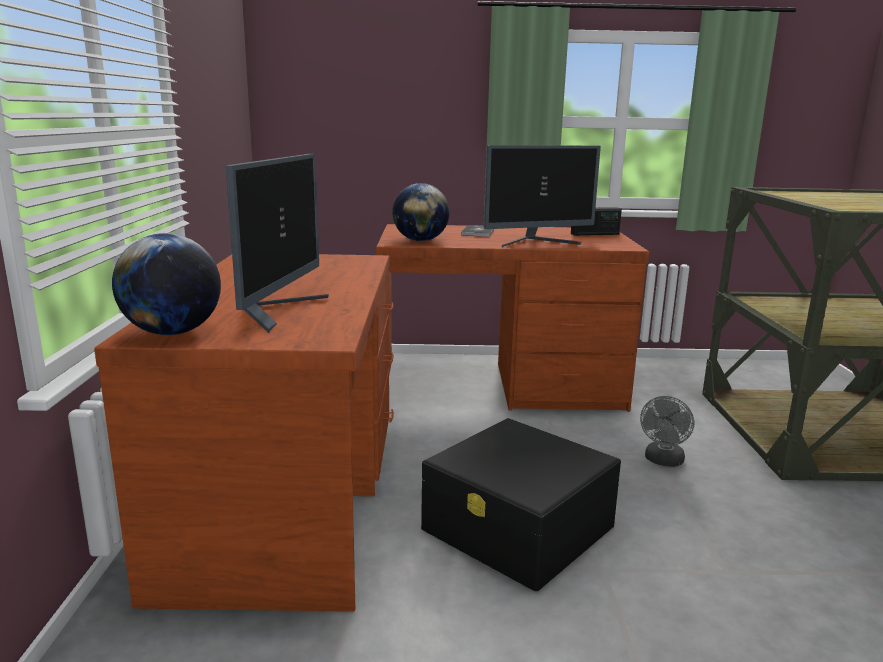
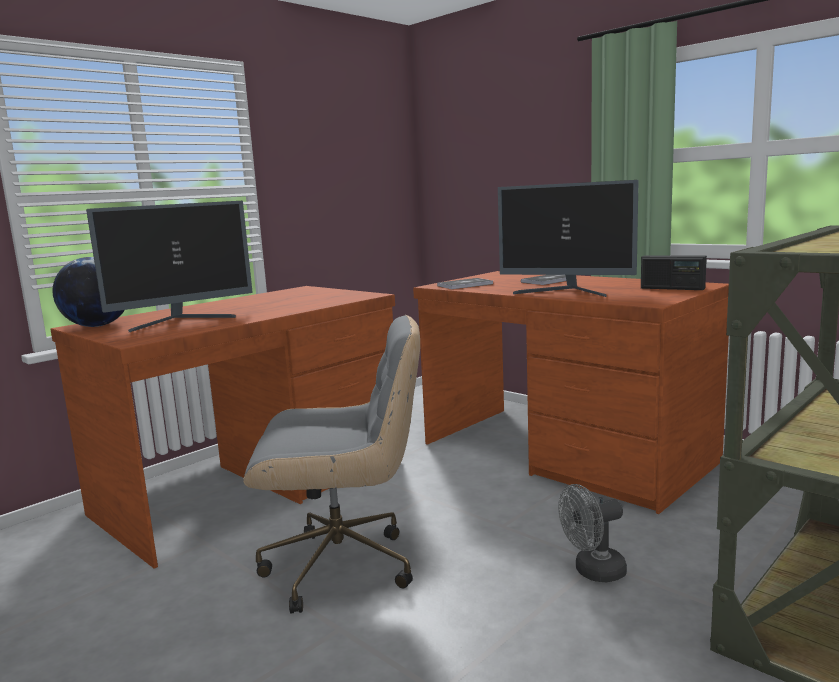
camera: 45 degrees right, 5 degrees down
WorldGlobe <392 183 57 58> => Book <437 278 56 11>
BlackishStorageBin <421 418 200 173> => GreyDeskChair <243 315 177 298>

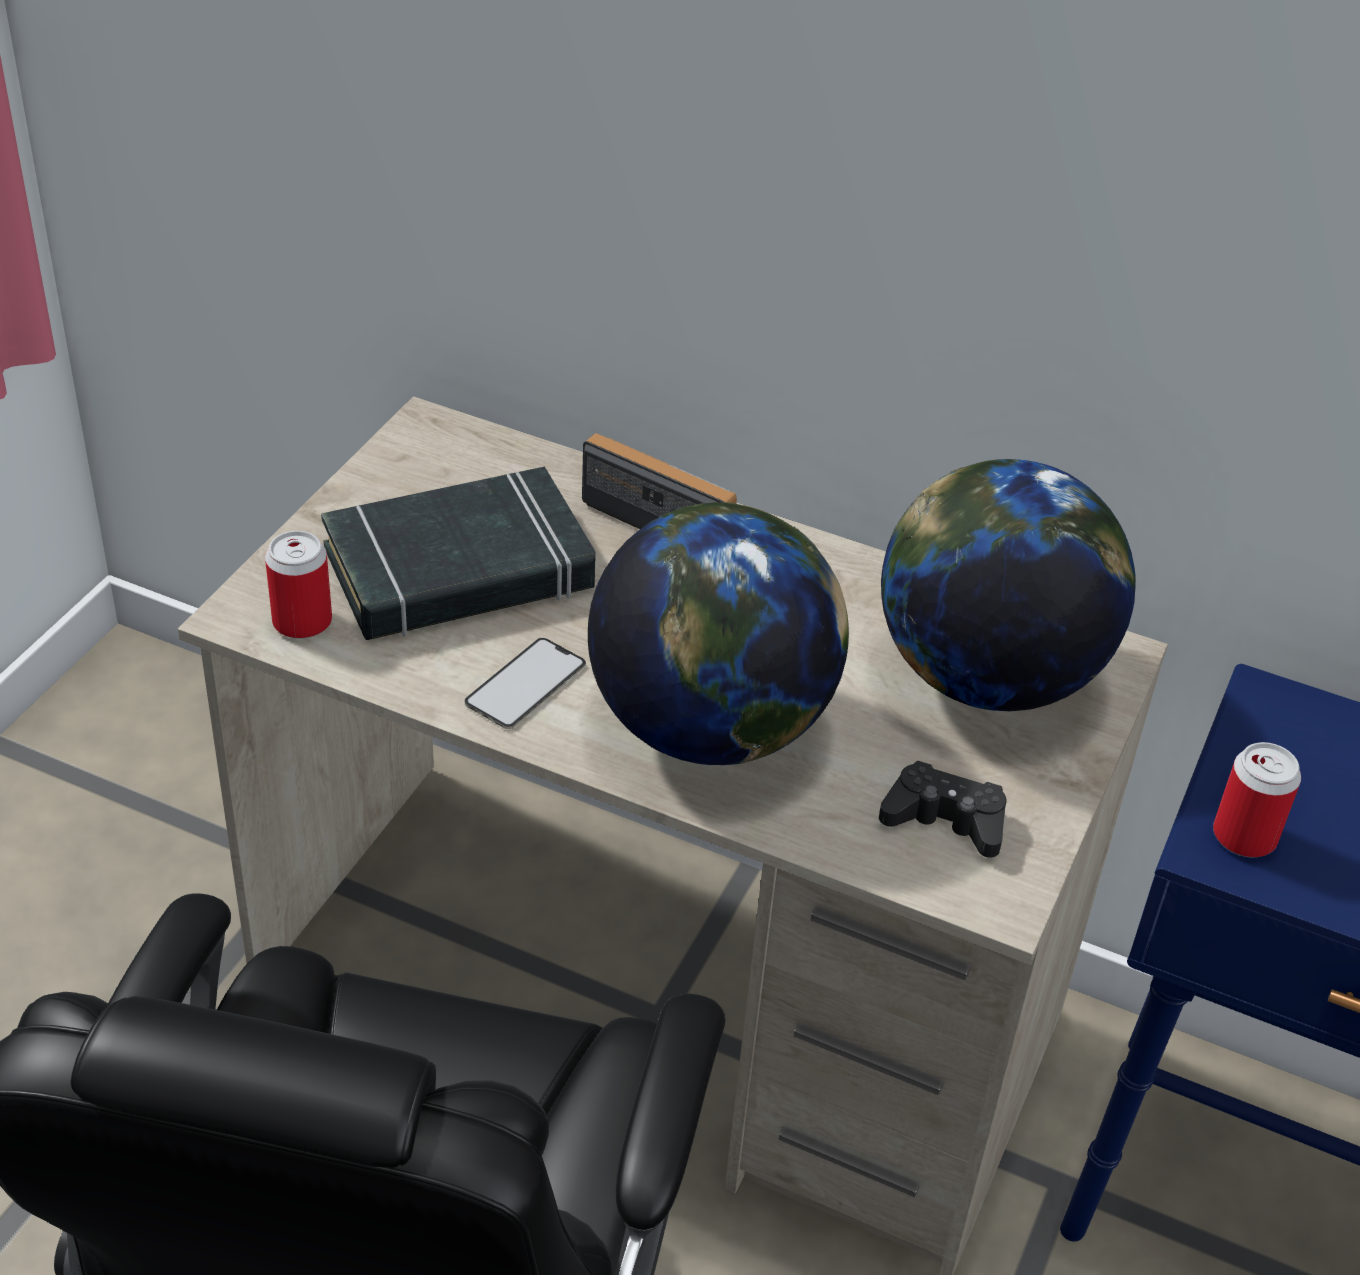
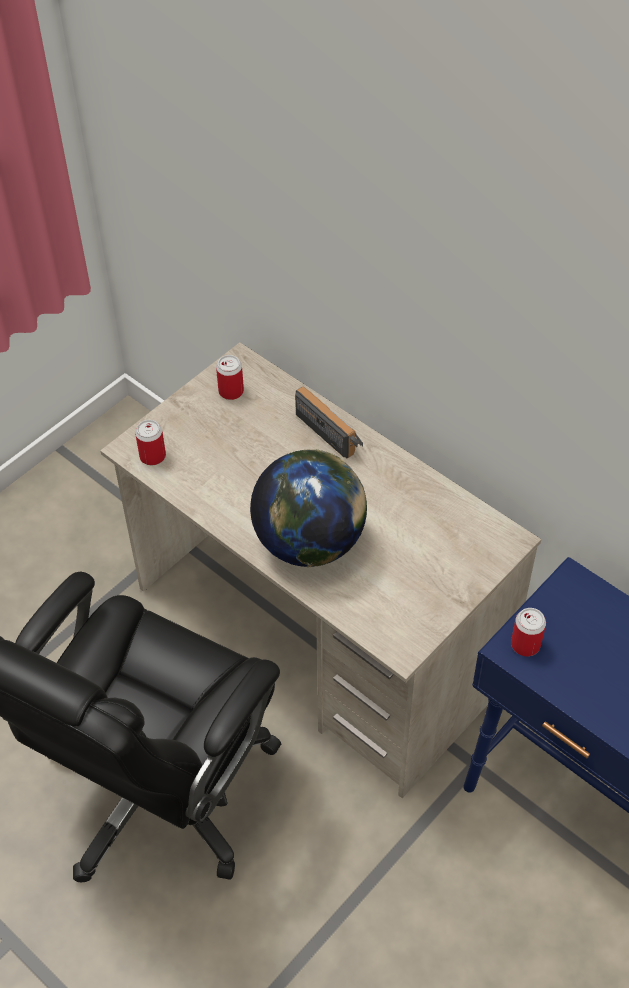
camera: 20 degrees right, 10 degrees up
WorldGlobe <881 459 255 252> => nothing
BlackishBook <321 466 275 174> => nothing
Handset <464 638 122 91> => nothing
BlackishJoypad <879 761 128 97> => nothing
nothing => Can <216 355 28 45>

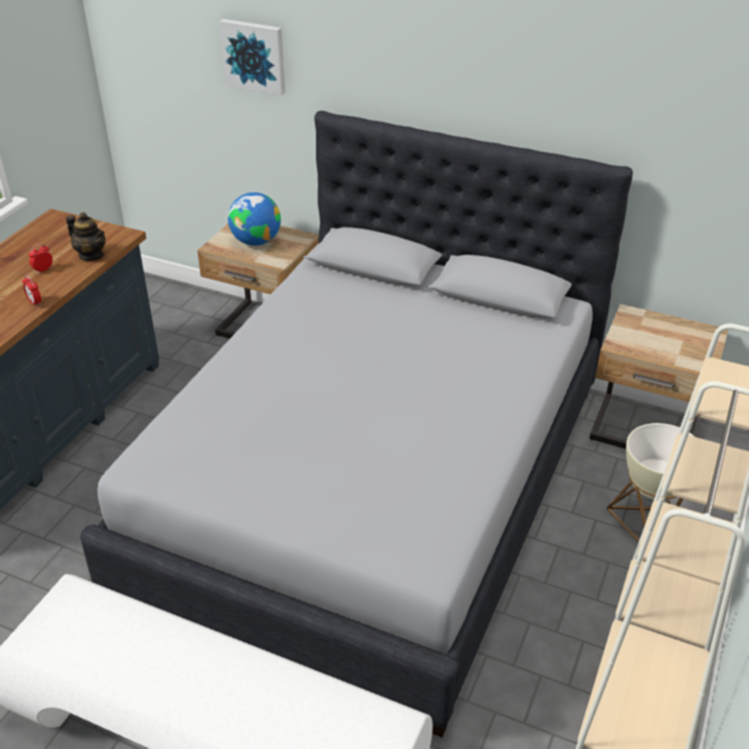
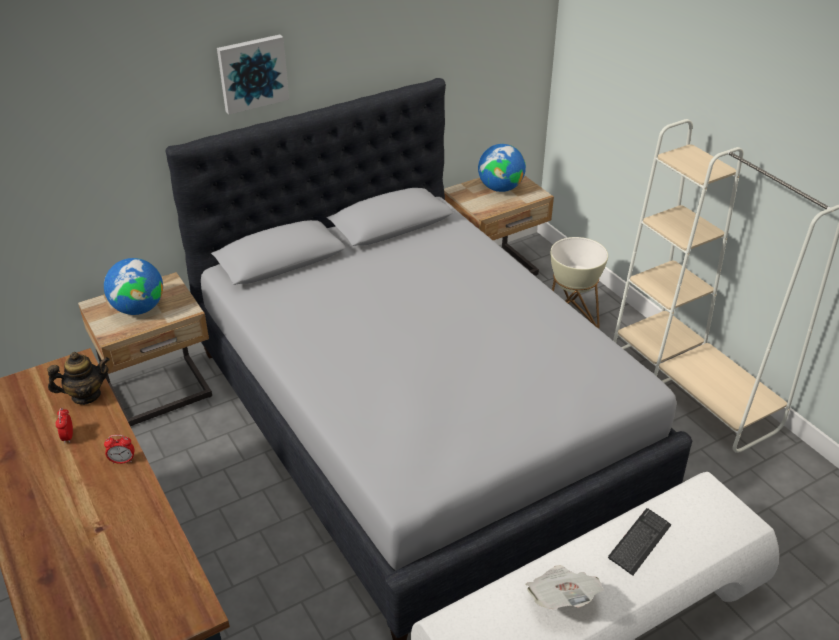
camera: 55 degrees left, 0 degrees up
Picture <219 19 66 77> => Picture <217 34 72 81>, moved
nothing => WorldGlobe <478 144 48 48>
nothing => PcKeyboard <608 508 63 68>
nothing => PrintedPaper <525 565 79 44>

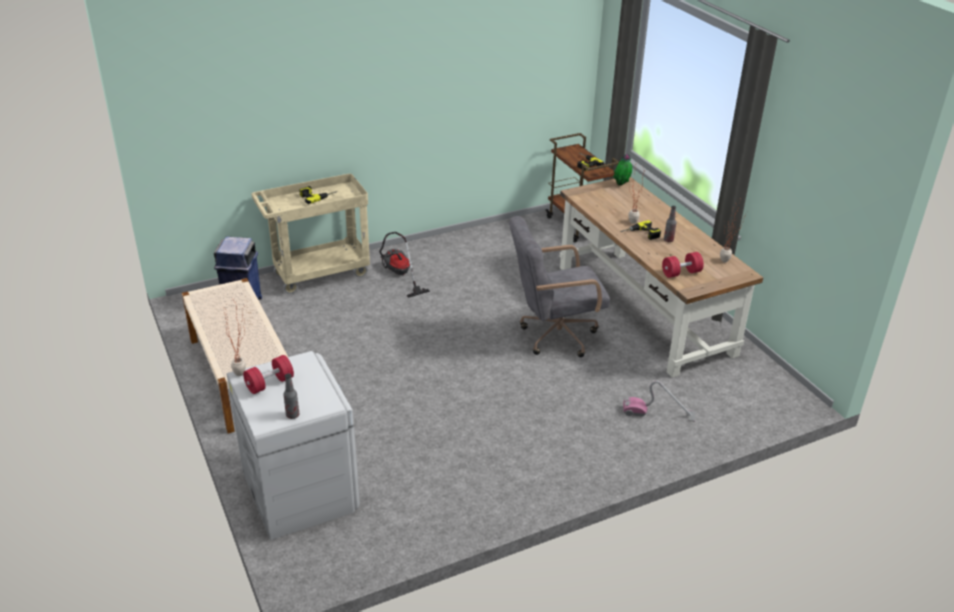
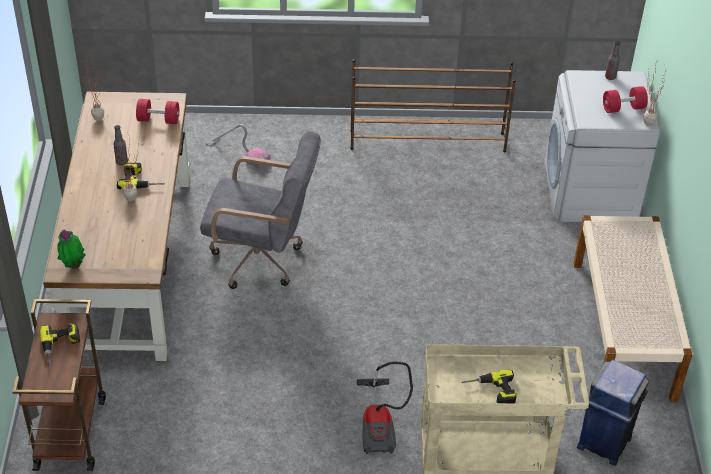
camera: 155 degrees left, 10 degrees up
nothing => BrownishShoeRack <350 59 166 93>

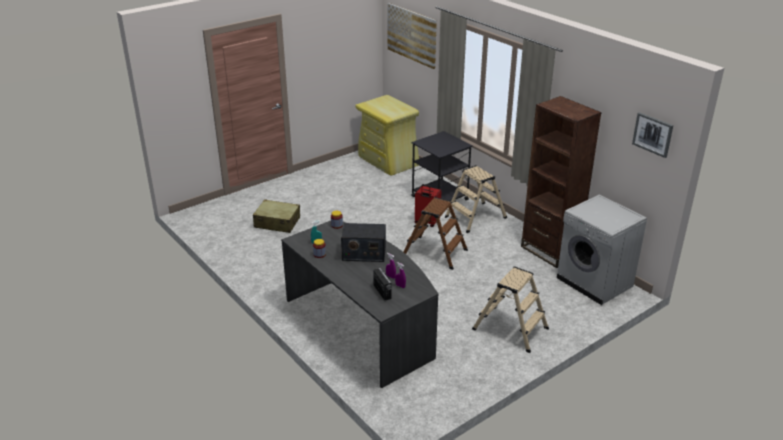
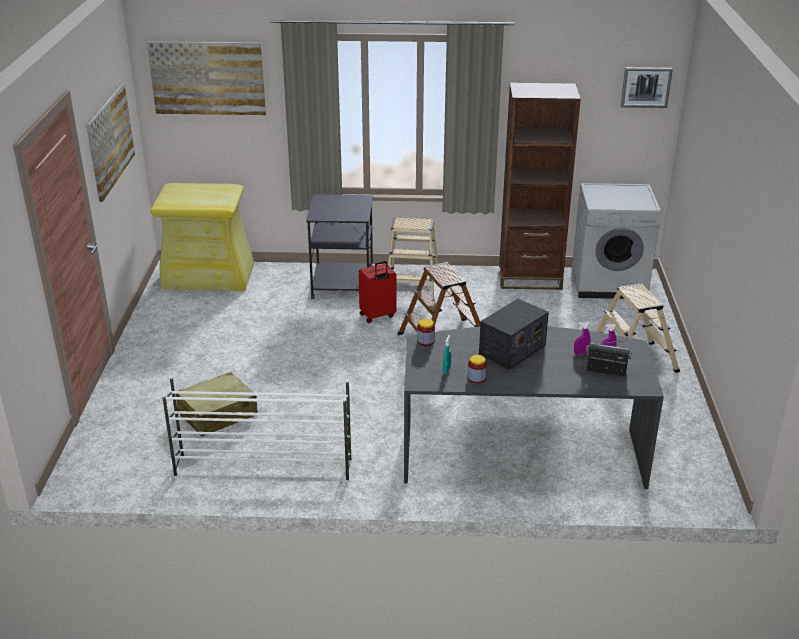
camera: 50 degrees left, 0 degrees up
nothing => Picture <86 83 49 119>
nothing => WhitishShoeRack <162 376 190 106>

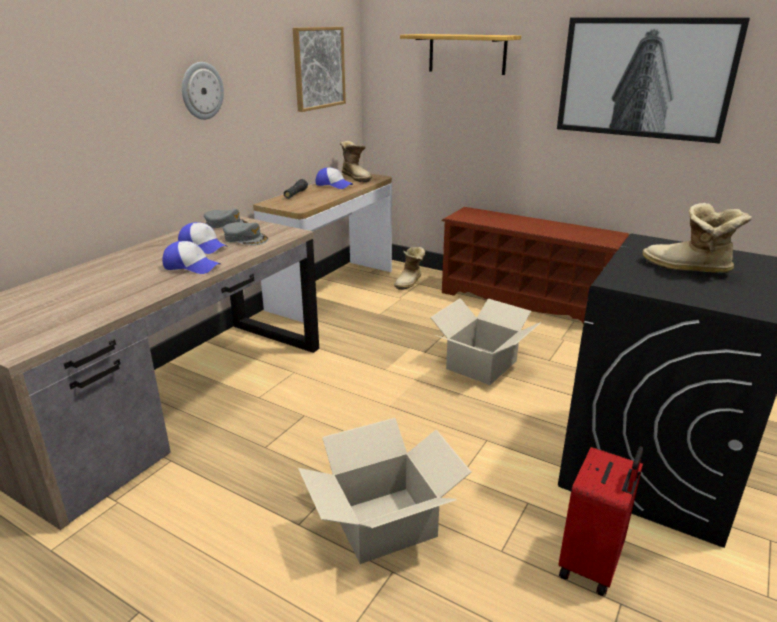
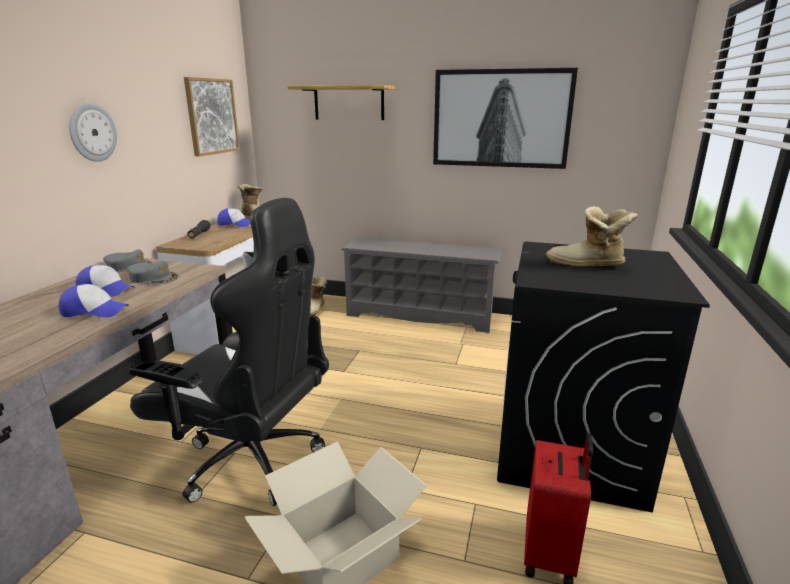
camera: 15 degrees left, 5 degrees down
BrownishShoeRack <442 207 188 117> => GreyShoeRack <341 237 162 96>
CardboardBox <430 298 111 87> => nothing
nothing => BlackishDeskChair <129 198 200 308>

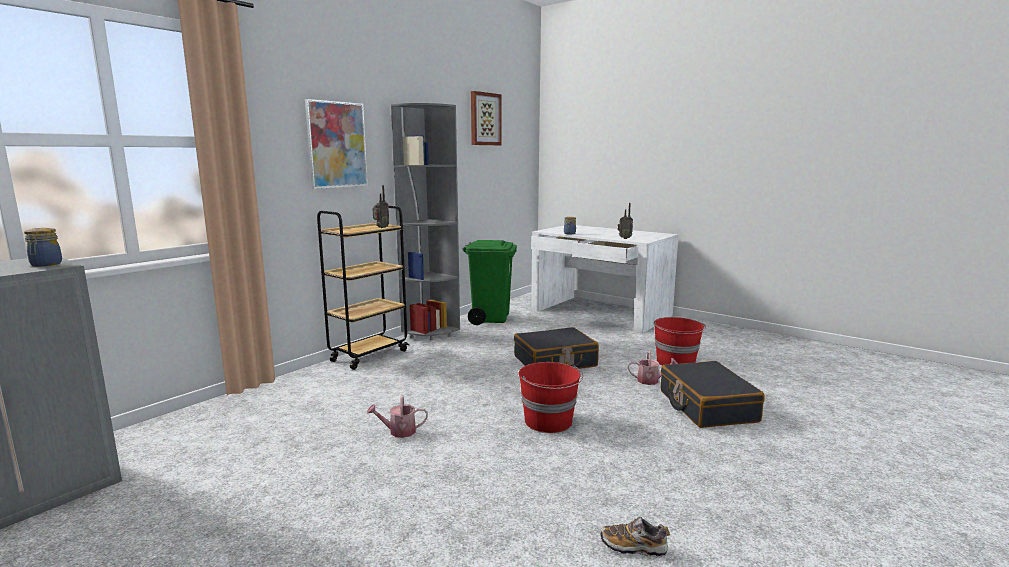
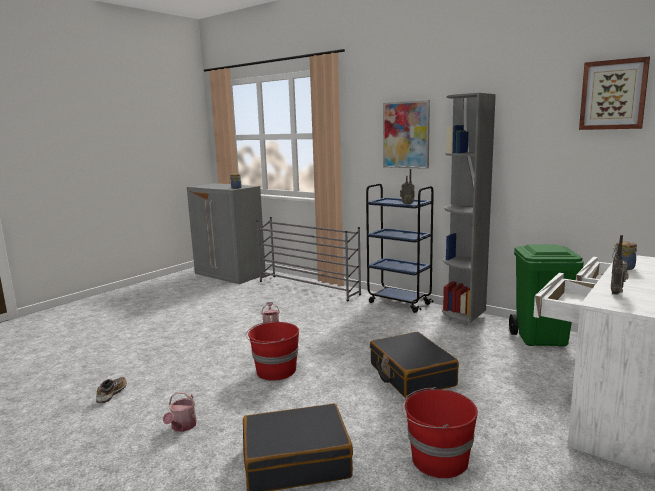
camera: 90 degrees right, 0 degrees up
BrownishCart <317 206 92 164> => BlueColouredCart <366 184 68 129>
WateringCan <628 351 50 34> => WateringCan <163 392 34 40>, moved
nothing => GreyShoeRack <256 217 105 84>

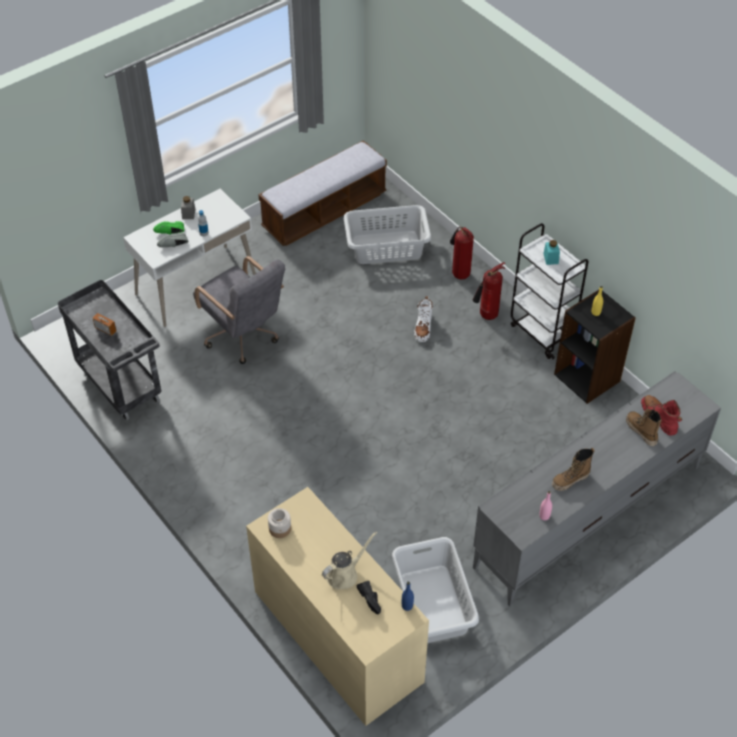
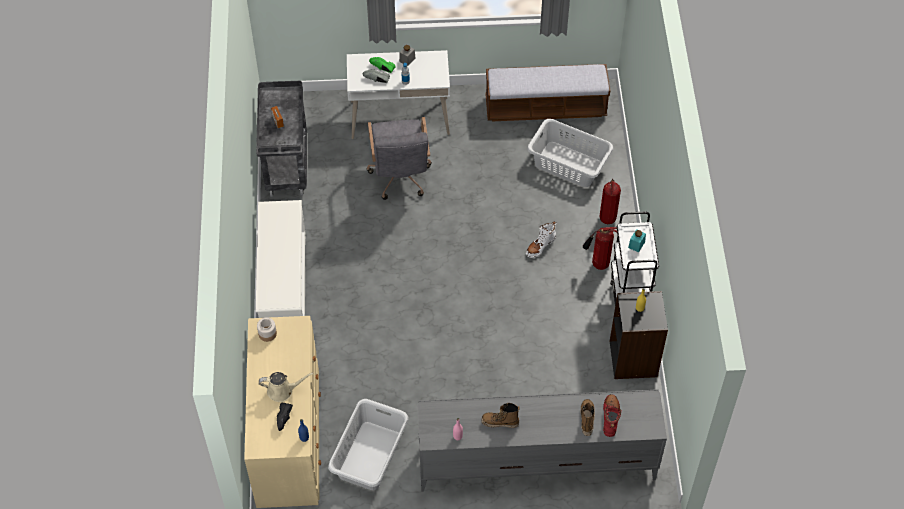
camera: 35 degrees right, 5 degrees up
nothing => WhitishShoeRack <256 200 50 118>

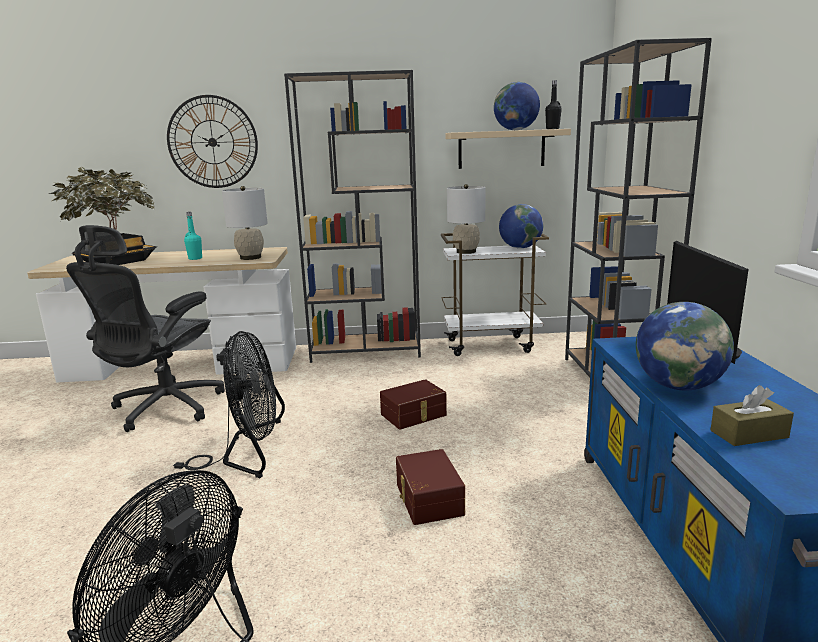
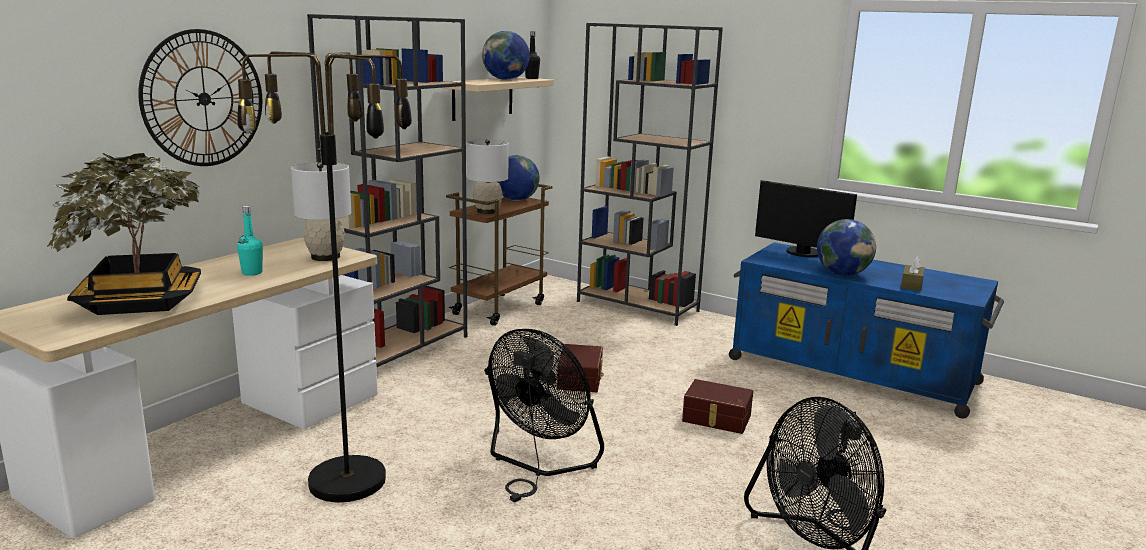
camera: 55 degrees left, 0 degrees up
DeskChair <66 225 159 207> => StandardLamp <237 51 175 452>
WhitishCart <441 233 108 123> => BrownishCart <446 184 106 142>

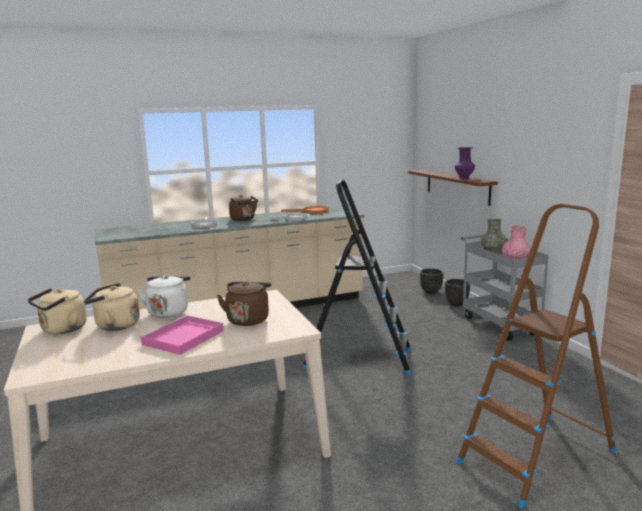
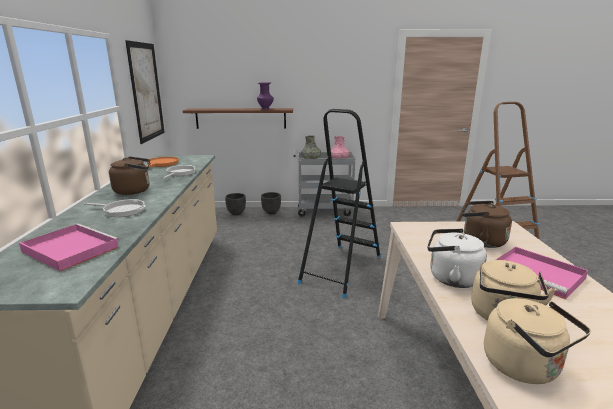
camera: 70 degrees left, 5 degrees up
nothing => Picture <125 40 40 104>
nothing => PinkCarryingTray <19 224 101 47>

